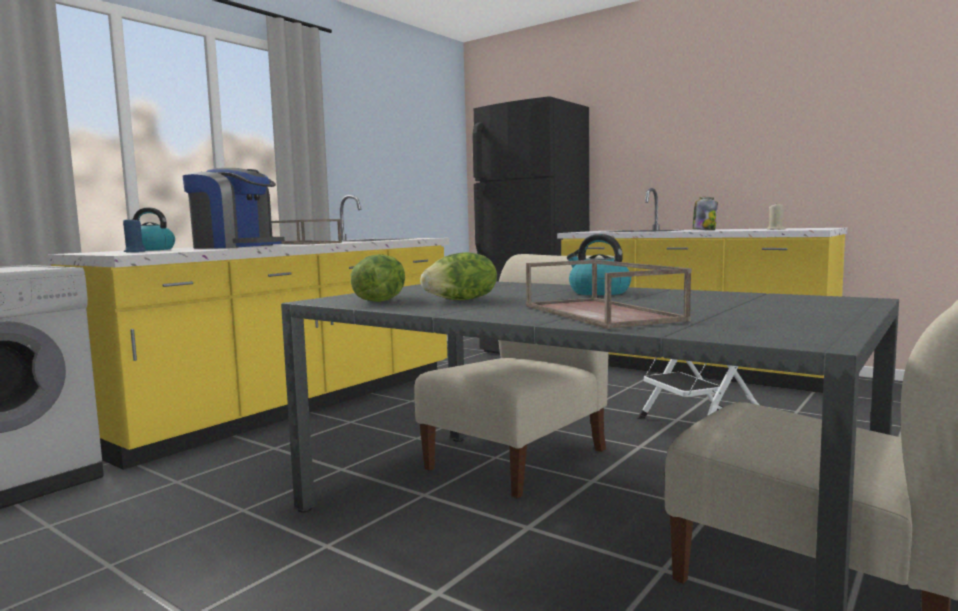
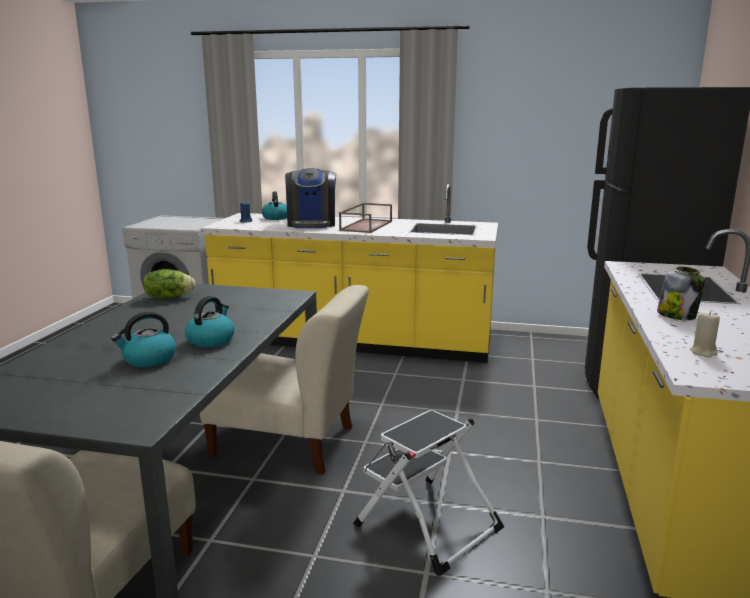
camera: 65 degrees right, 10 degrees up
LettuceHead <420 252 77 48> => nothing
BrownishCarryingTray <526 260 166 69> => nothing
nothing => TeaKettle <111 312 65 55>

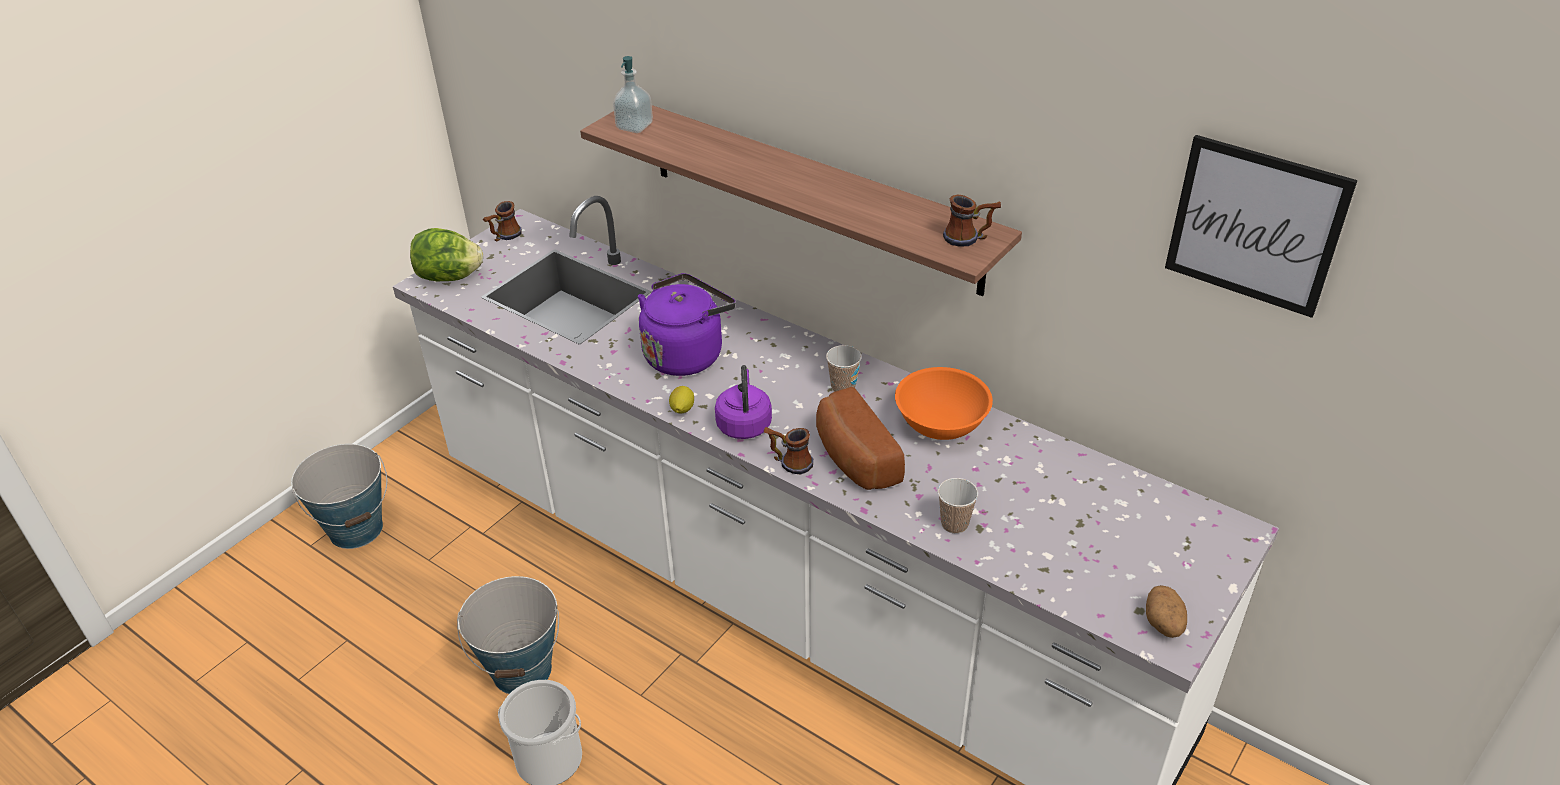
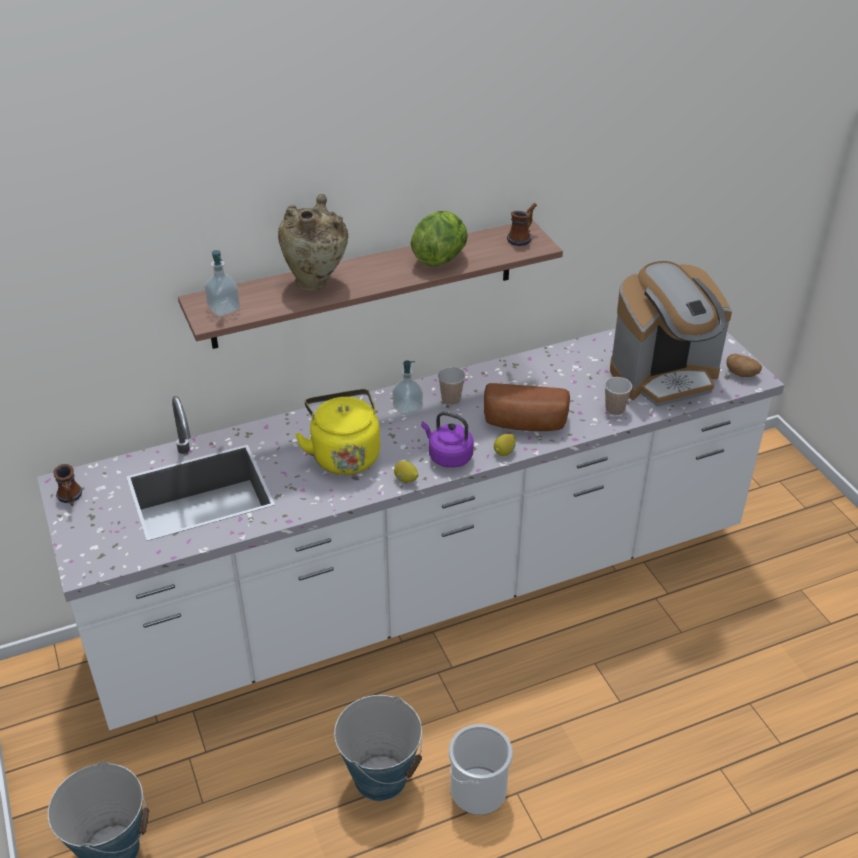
camera: 60 degrees left, 0 degrees up
Picture <1165 135 193 183> => nothing
LettuceHead <410 228 73 53> => LettuceHead <410 211 58 56>, moved
PurplishTeaKettle <638 273 98 103> => YellowTeaKettle <295 389 85 86>
OrangeColouredBowl <895 367 98 73> => nothing
TeaMug <764 427 49 48> => Lemon <494 434 22 22>
nothing => BeigeColouredDecorativeVase <278 194 70 97>
nothing => CoffeeBrewer <610 261 122 146>
nothing => SoapBottle <392 361 31 55>

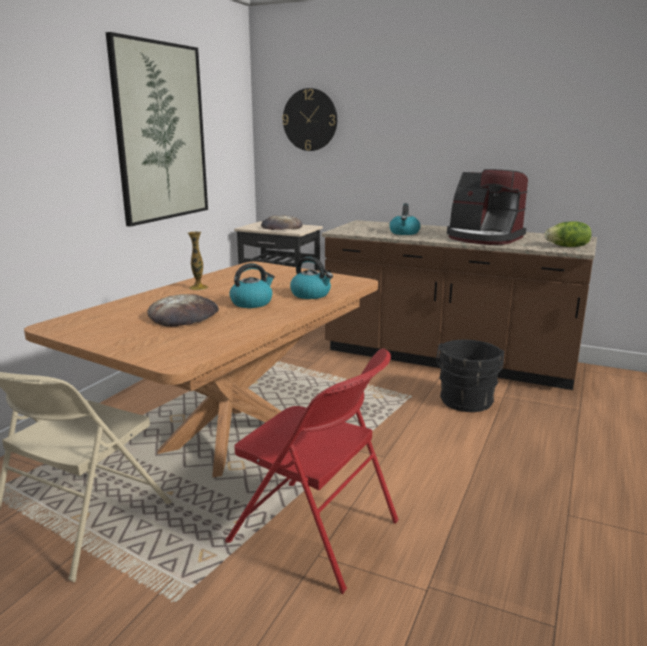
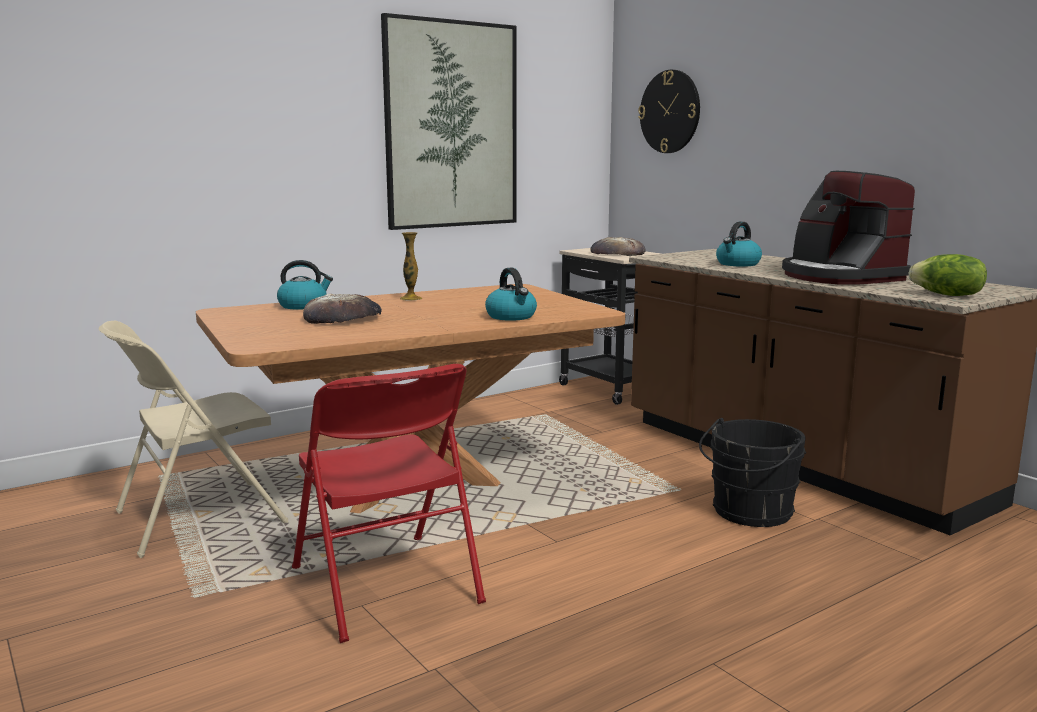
camera: 30 degrees right, 5 degrees down
TeaKettle <229 263 46 45> => TeaKettle <277 260 56 50>, moved

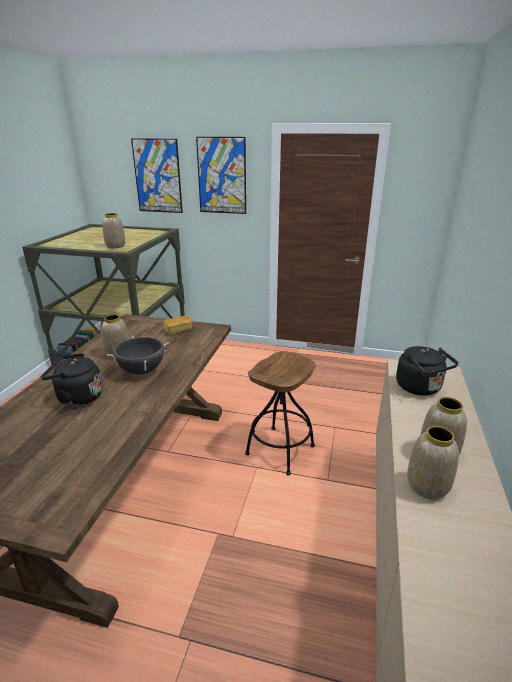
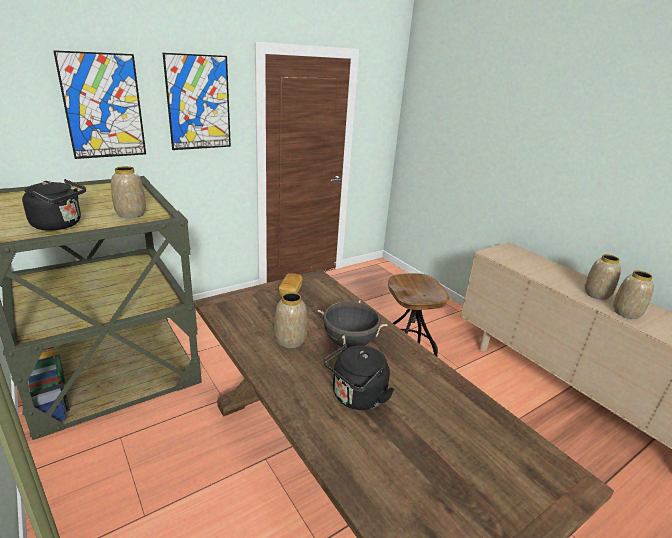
camera: 50 degrees left, 0 degrees up
BlackishTeaKettle <396 346 62 50> => BlackishTeaKettle <22 179 64 52>, moved

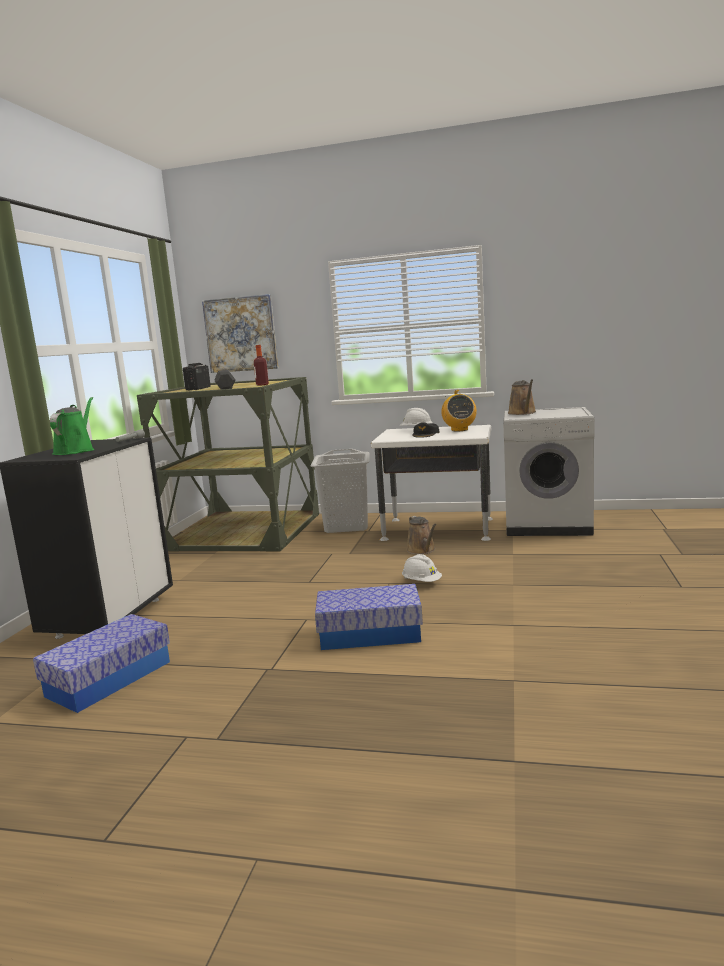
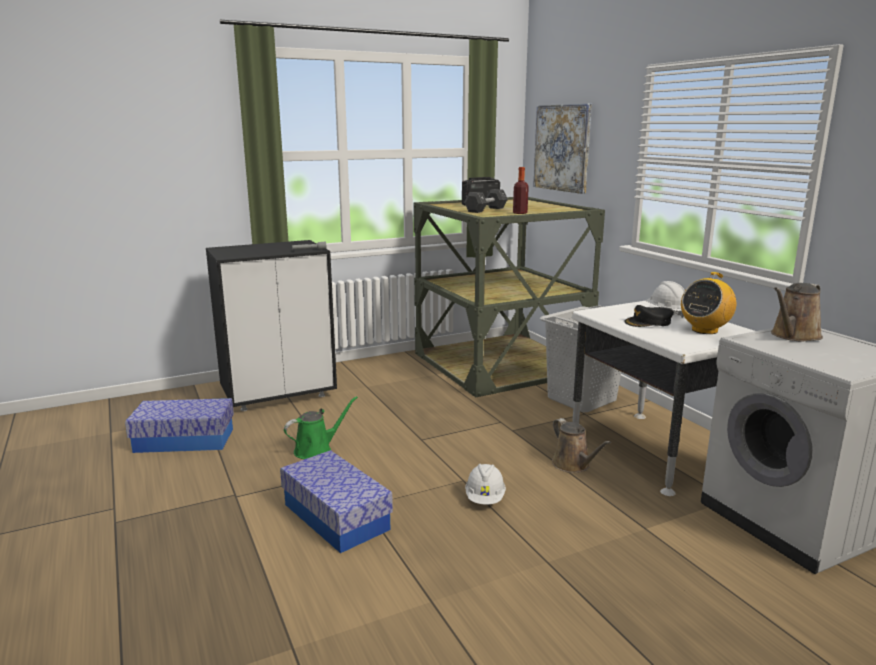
camera: 50 degrees right, 5 degrees up
GreenWateringCan <50 397 44 58> => GreenWateringCan <284 396 74 63>, moved
BrownishWateringCan <406 516 31 38> => BrownishWateringCan <552 418 59 55>, 60 degrees counterclockwise

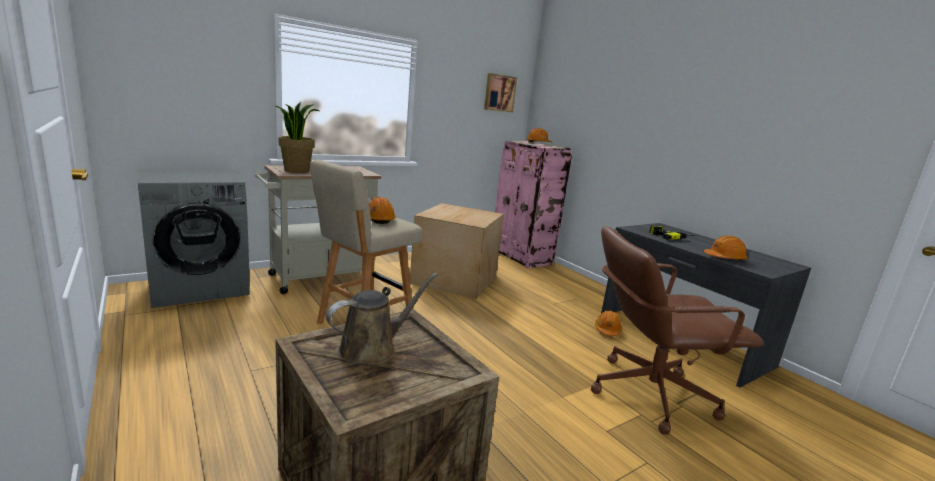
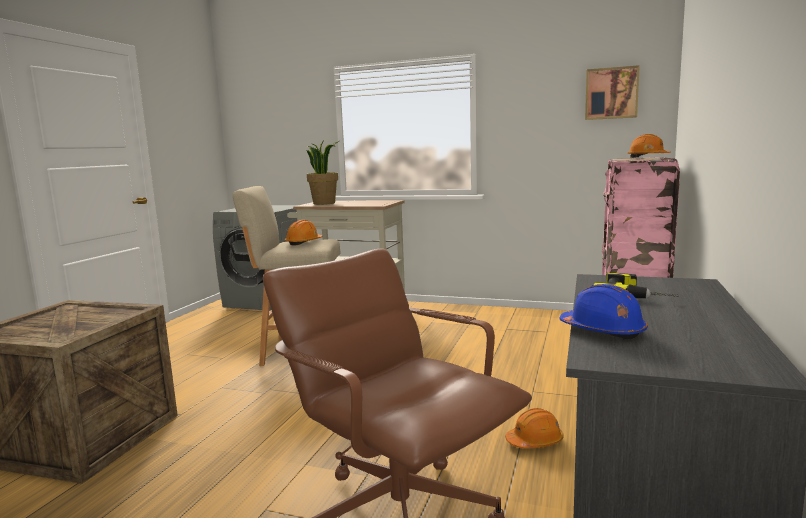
camera: 55 degrees right, 5 degrees down
CardboardBox <410 203 94 96> => nothing
OrangeColouredSafetyHelmet <704 236 44 25> => BlueColouredSafetyHelmet <559 284 89 56>
BrownishWateringCan <326 273 112 92> => nothing

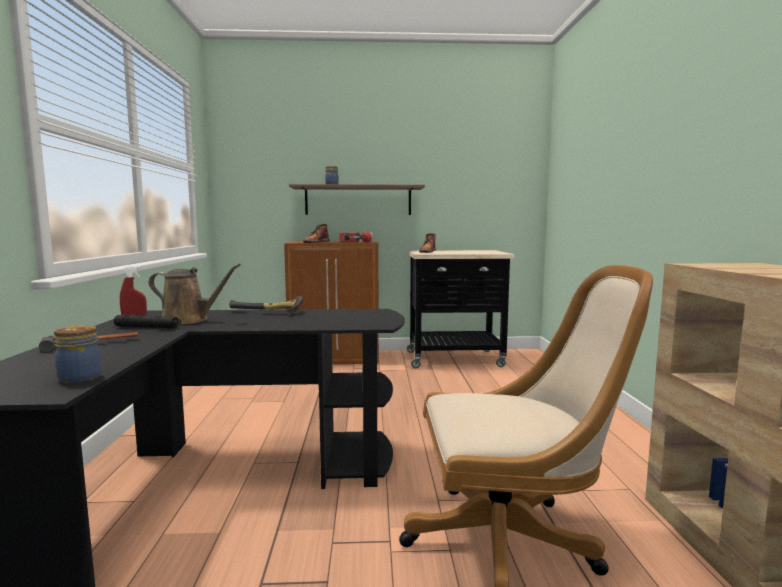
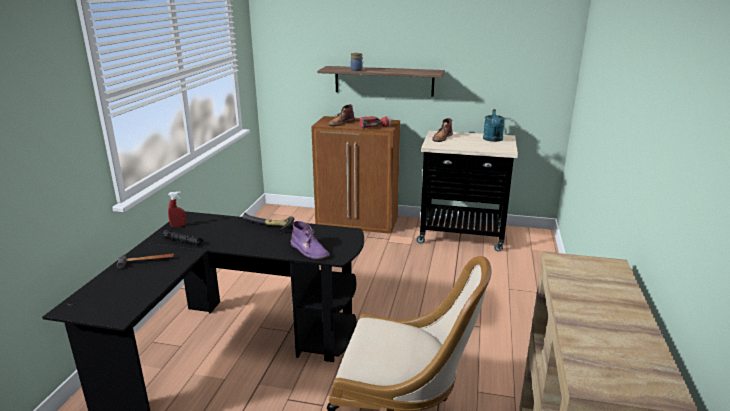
camera: 15 degrees right, 15 degrees up
BrownishWateringCan <149 263 92 62> => nothing
PreserveJar <54 325 48 58> => nothing
nothing => BlueGreenWateringCan <483 109 22 33>
nothing => PurplishBoot <291 221 39 39>

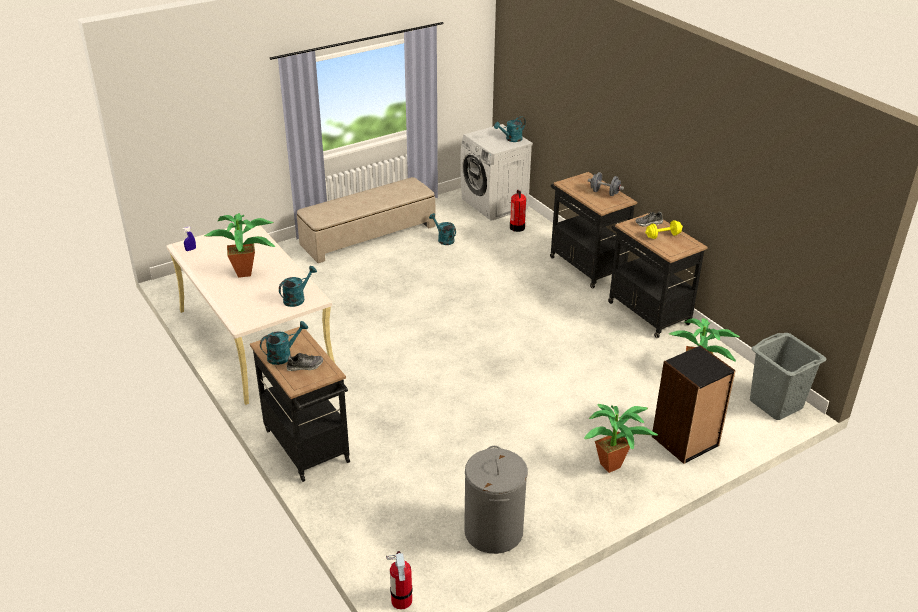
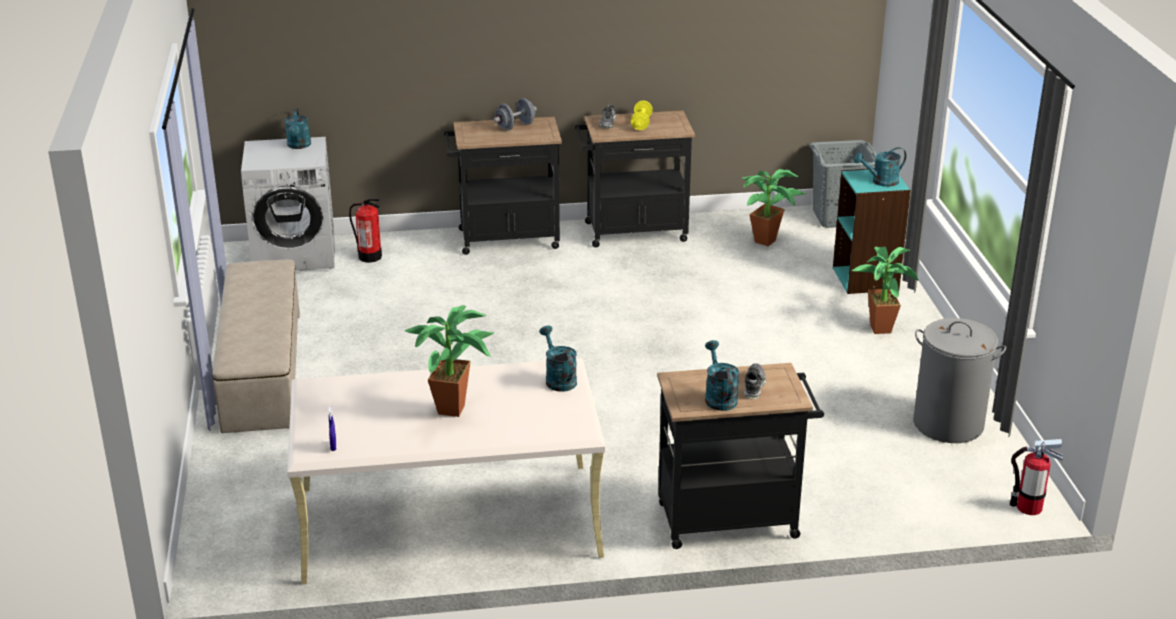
camera: 65 degrees left, 5 degrees down
BlueGreenWateringCan <429 213 27 32> => BlueGreenWateringCan <854 147 52 40>, moved
BlackishShelvingUnit <652 345 84 119> => BlueGreenShelvingUnit <833 168 78 126>

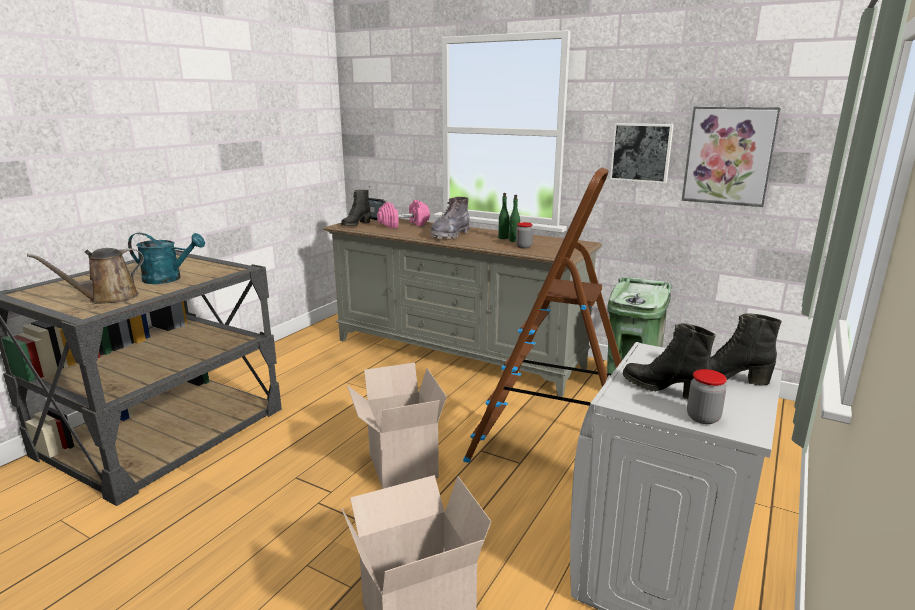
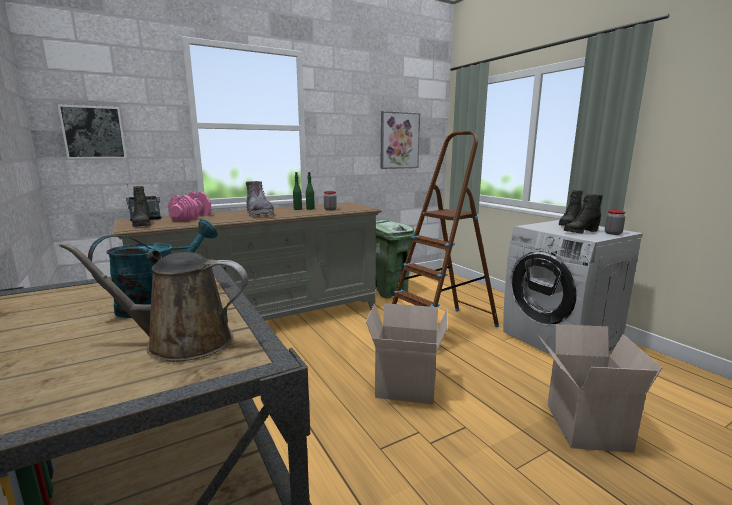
camera: 60 degrees left, 5 degrees down
Picture <610 123 64 61> => Picture <57 104 70 55>, moved
BrownishWateringCan <27 248 117 56> => BrownishWateringCan <59 242 189 120>, 105 degrees clockwise

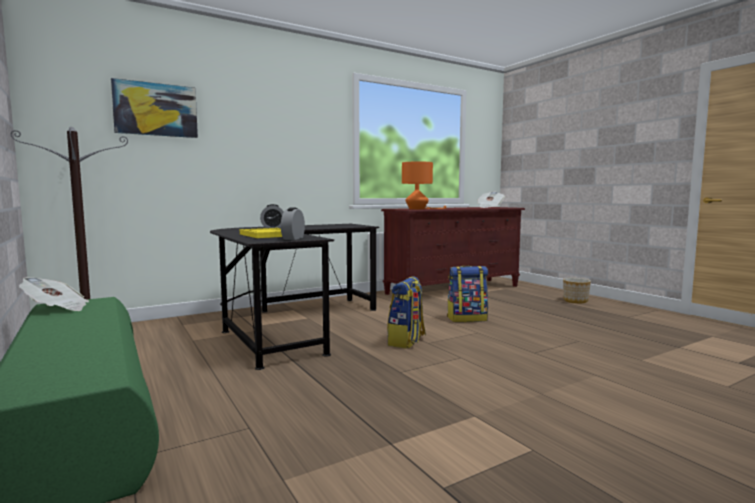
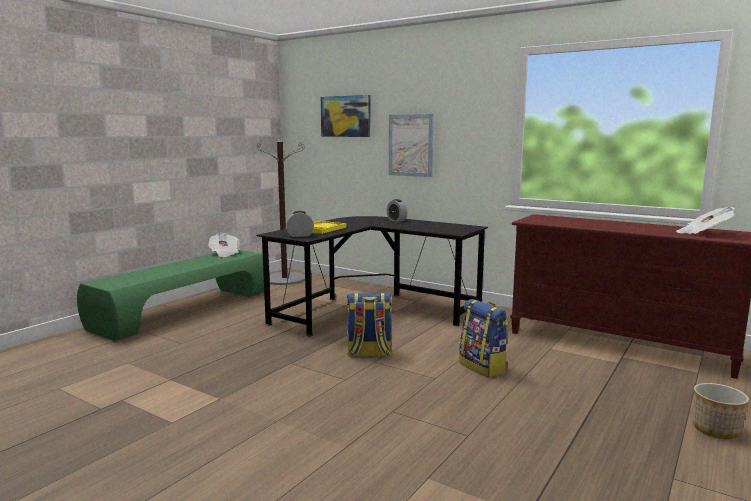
camera: 65 degrees right, 5 degrees up
OrangeColouredLampForATable <402 161 44 48> => nothing
nothing => Picture <389 114 45 63>

